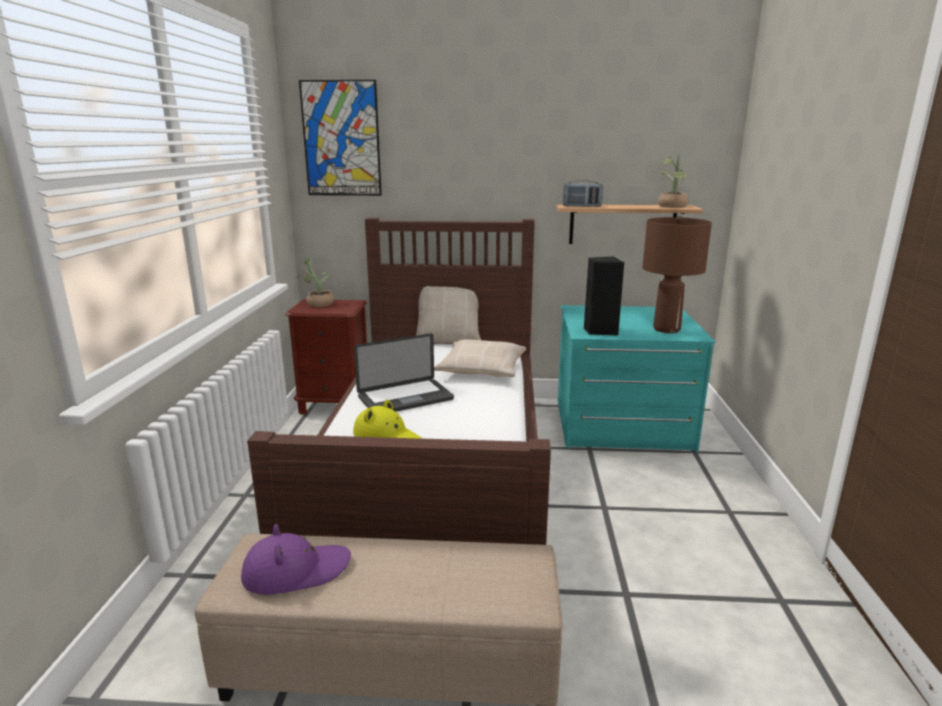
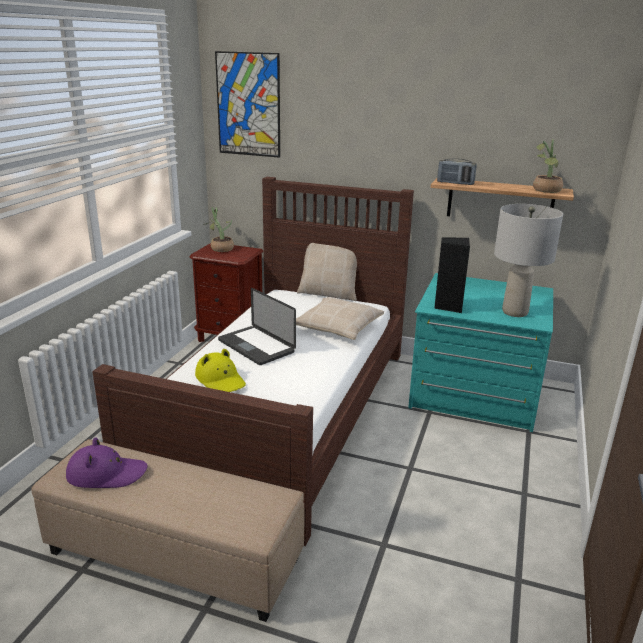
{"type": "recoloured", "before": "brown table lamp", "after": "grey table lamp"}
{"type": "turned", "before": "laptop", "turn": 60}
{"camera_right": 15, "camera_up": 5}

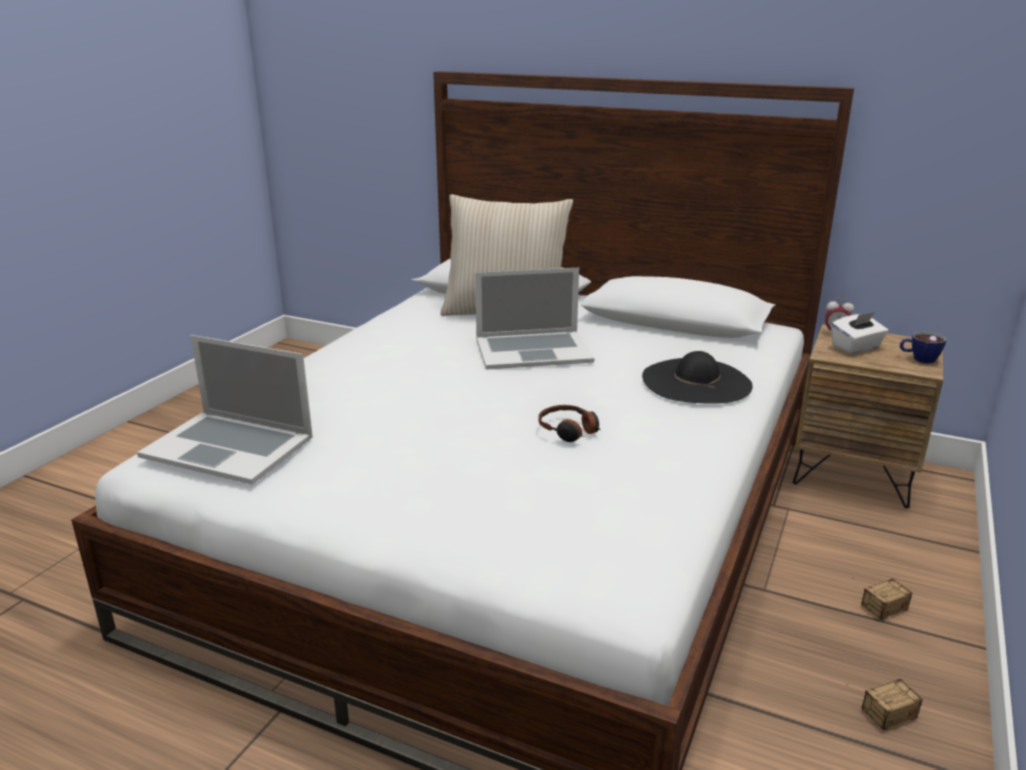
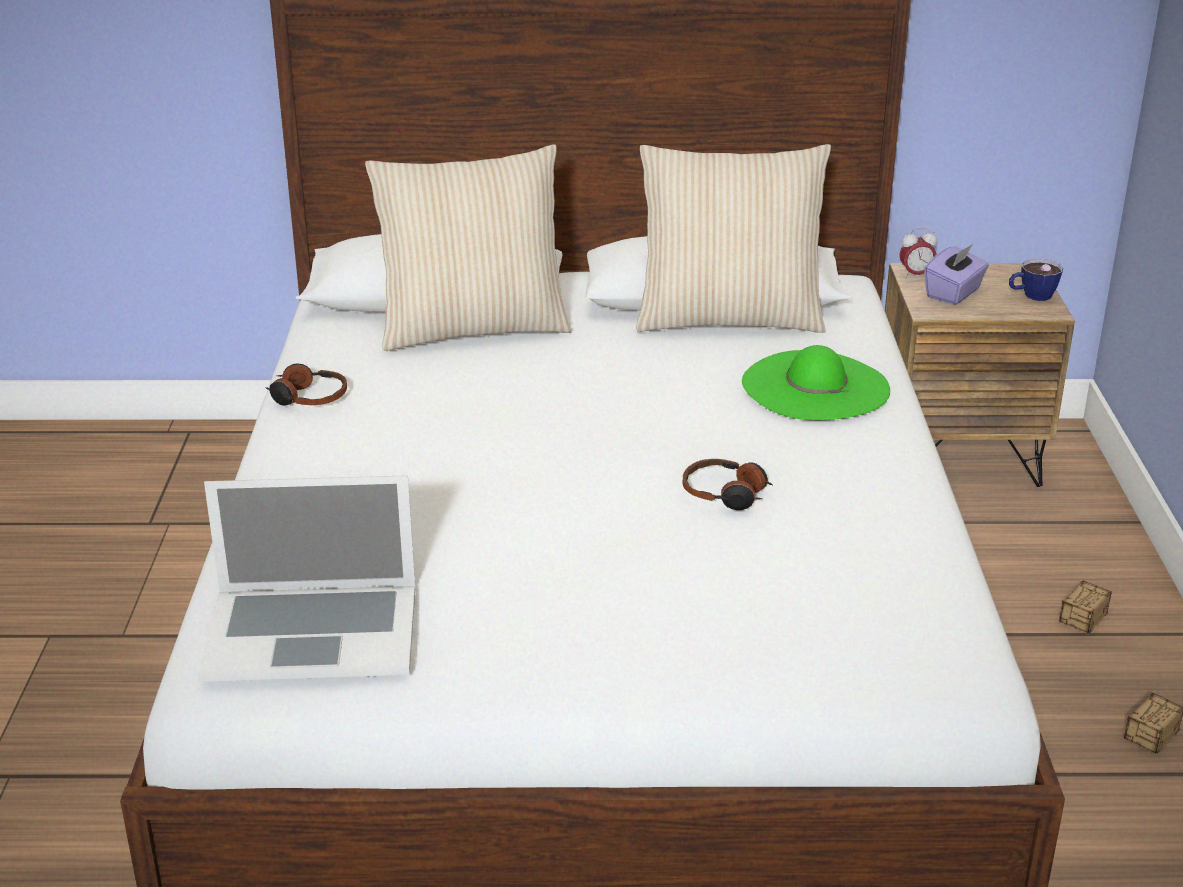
{"type": "removed", "before": "laptop (2nd from left)"}
{"type": "added", "after": "headphones (1st from left)"}
{"type": "added", "after": "beige pillow (2nd from left)"}
{"type": "recoloured", "before": "black hat", "after": "green hat"}
{"type": "recoloured", "before": "white tissue box", "after": "purple tissue box"}
{"camera_right": -25, "camera_up": 5}

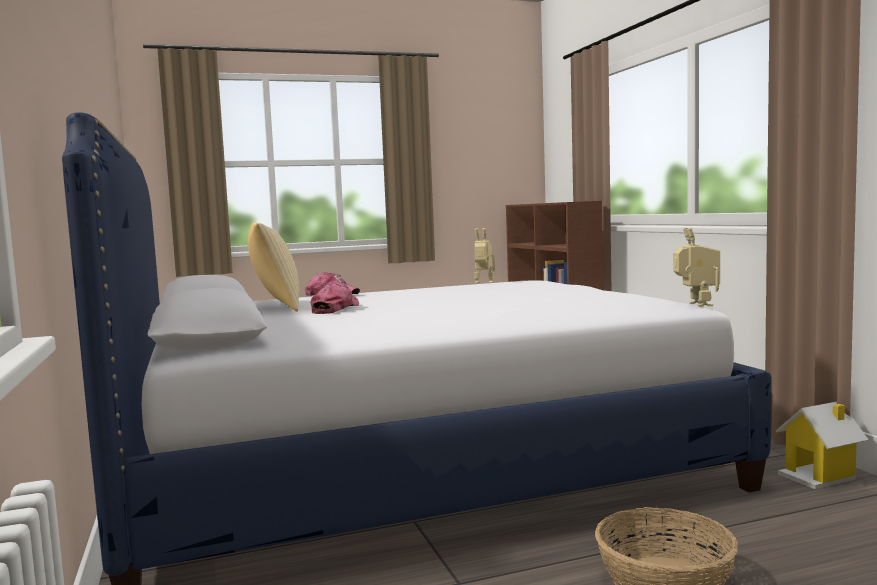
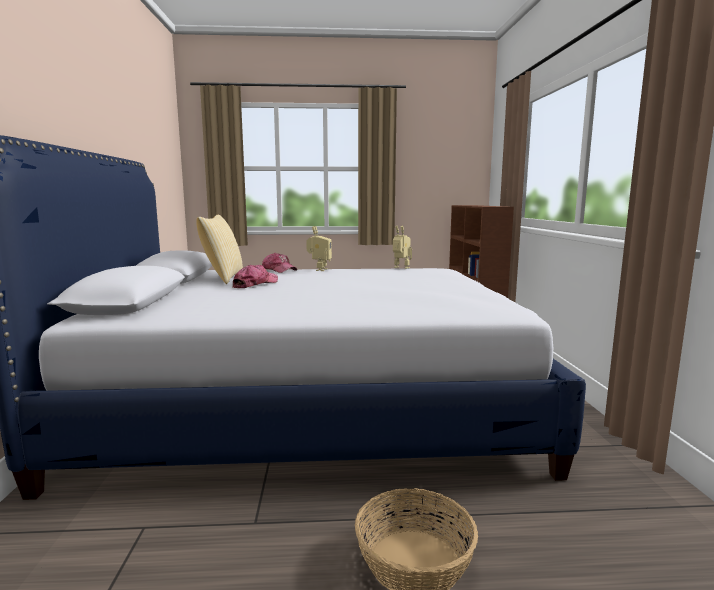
{"type": "removed", "before": "toy house"}
{"type": "moved", "before": "toy robot (2nd from left in the first image)", "after": "toy robot (1st from left)"}
{"camera_right": 15, "camera_up": 5}

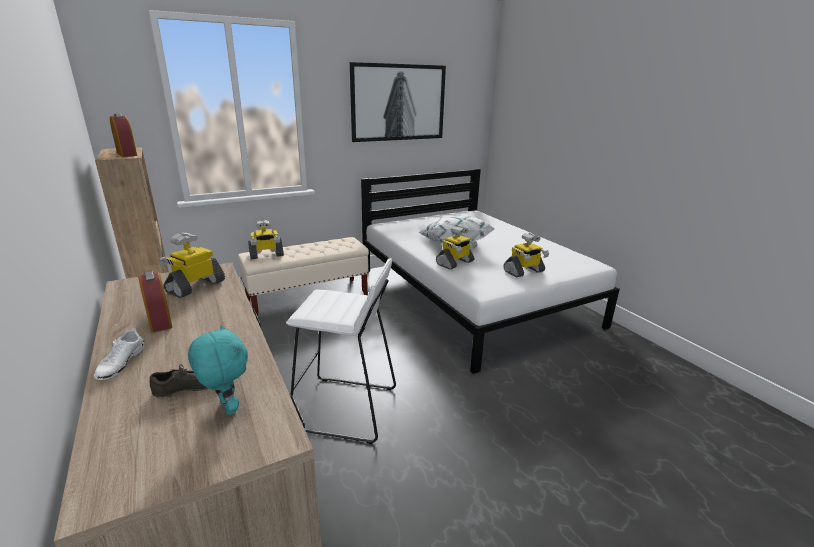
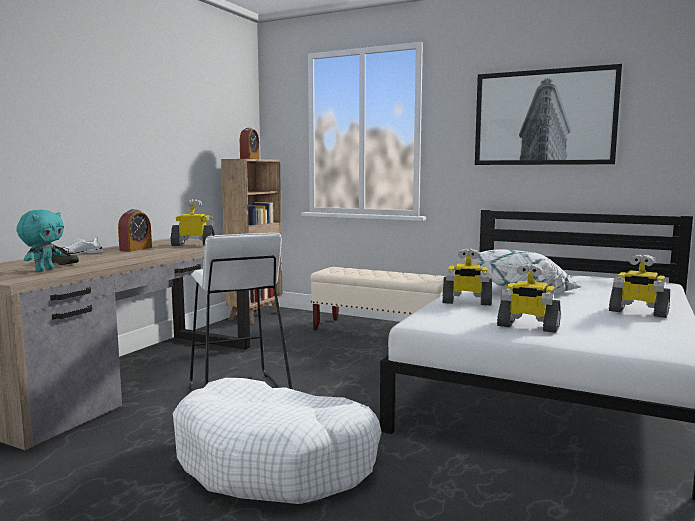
{"type": "added", "after": "white dog bed"}
{"type": "moved", "before": "toy robot (2nd from left in the first image)", "after": "toy robot (4th from left)"}
{"camera_right": 55, "camera_up": -15}

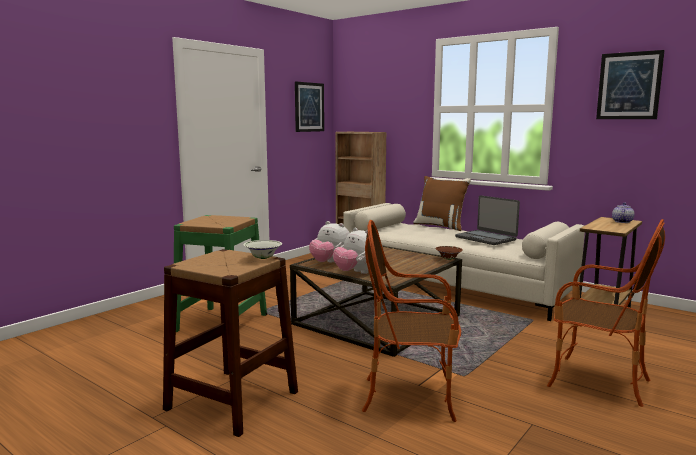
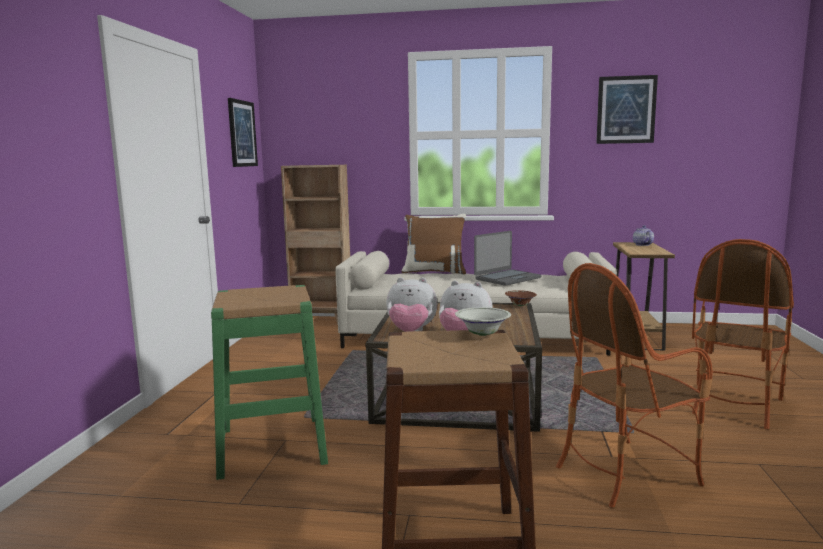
{"type": "turned", "before": "laptop", "turn": -60}
{"type": "turned", "before": "armchair (2nd from left)", "turn": 120}
{"camera_right": -30, "camera_up": 0}

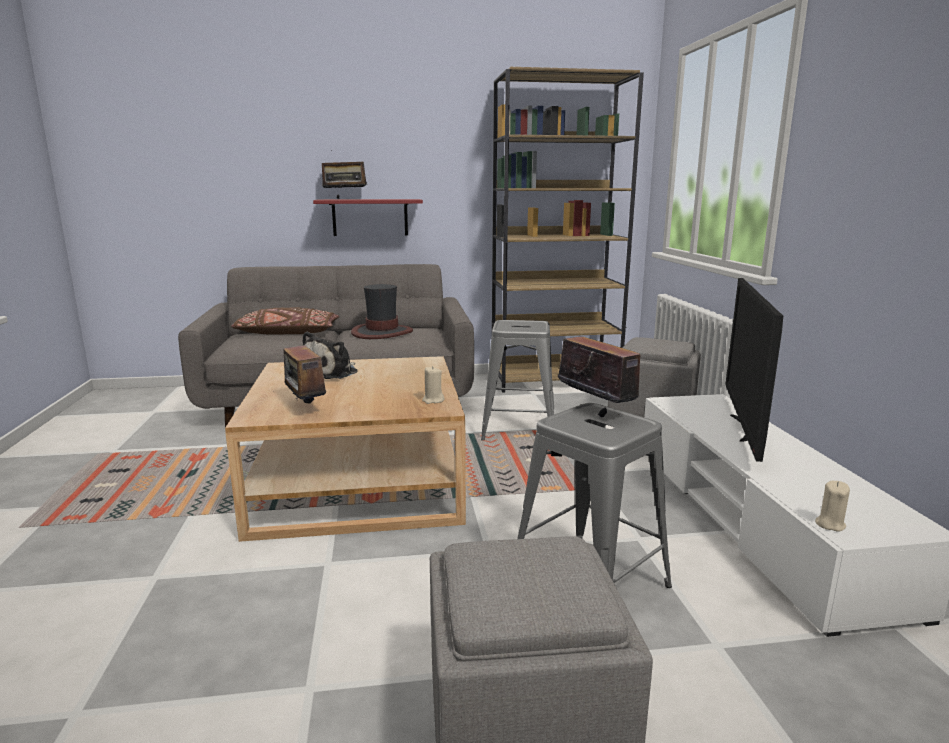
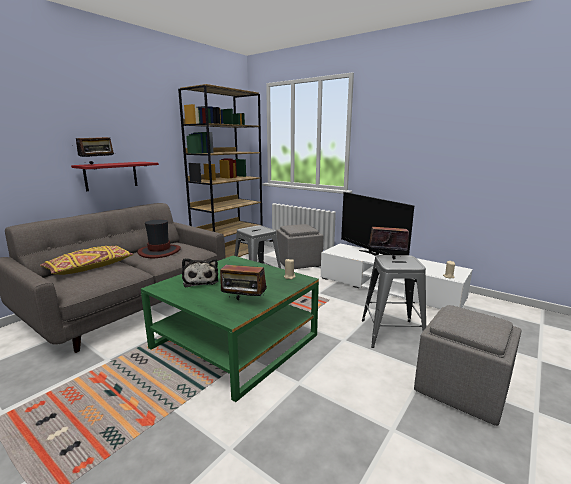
{"type": "recoloured", "before": "beige coffee table", "after": "green coffee table"}
{"type": "recoloured", "before": "brown pillow", "after": "yellow pillow"}
{"camera_right": -45, "camera_up": 0}

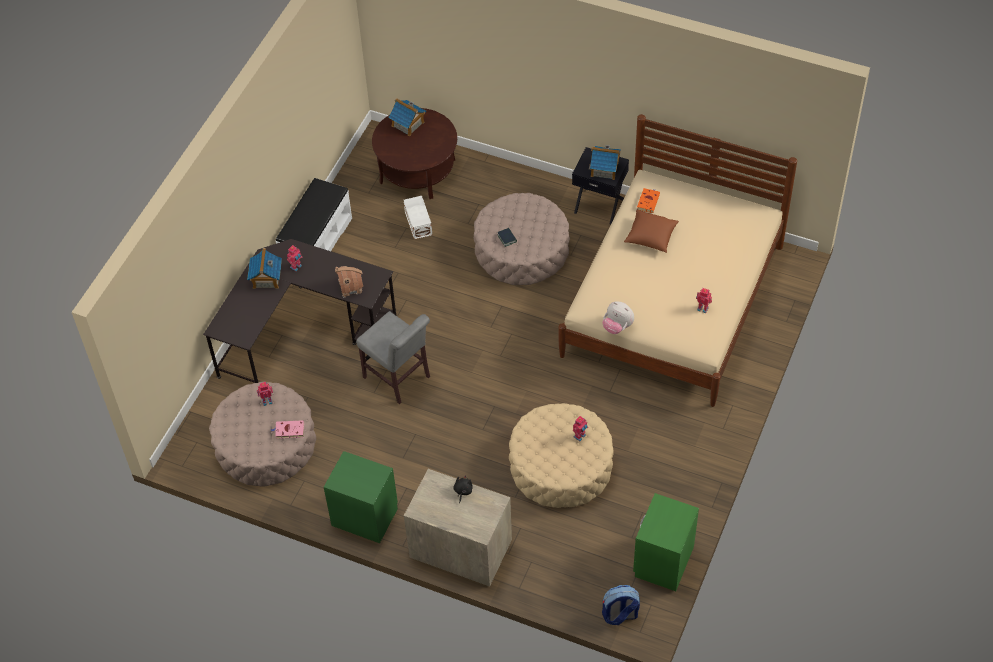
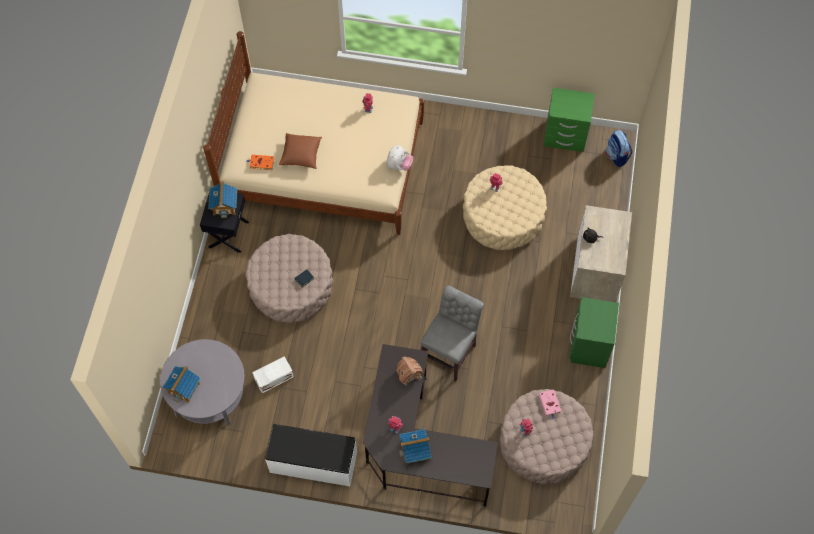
{"type": "recoloured", "before": "brown coffee table", "after": "grey coffee table"}
{"camera_right": -105, "camera_up": 10}

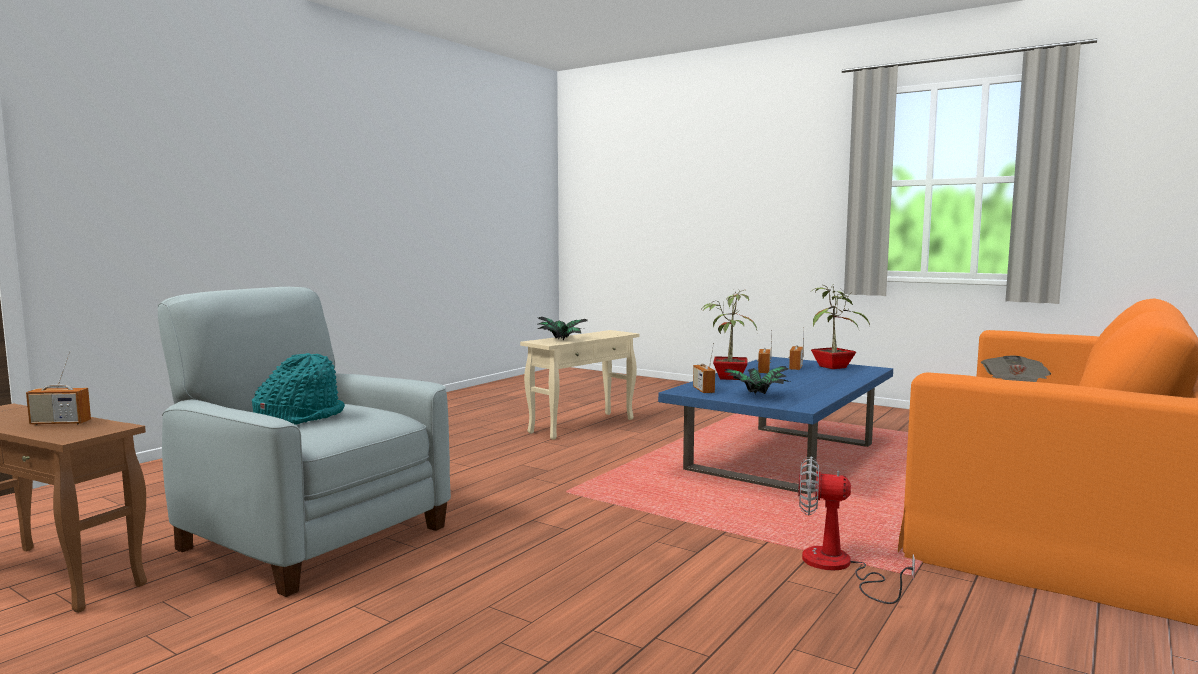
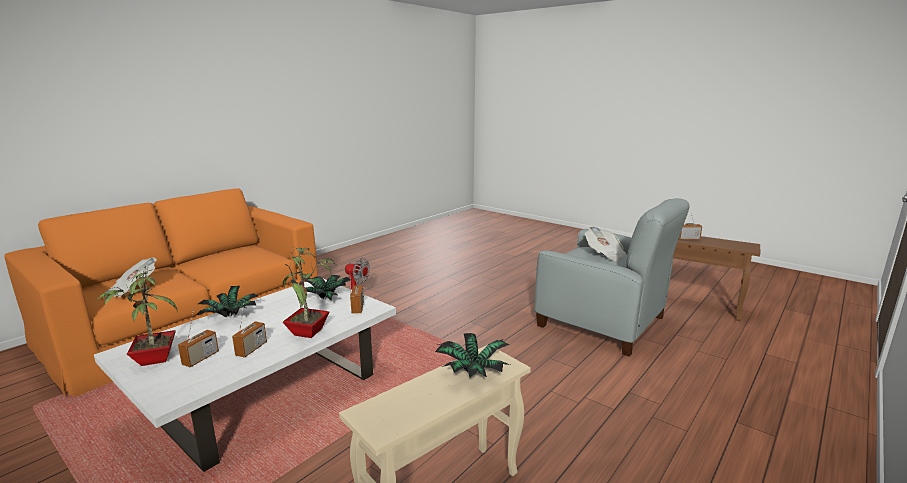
{"type": "added", "after": "potted plant (2nd from left)"}
{"type": "replaced", "before": "turquoise hat", "after": "newspaper (2nd from left)"}
{"type": "recoloured", "before": "blue coffee table", "after": "white coffee table"}
{"camera_right": -175, "camera_up": 10}

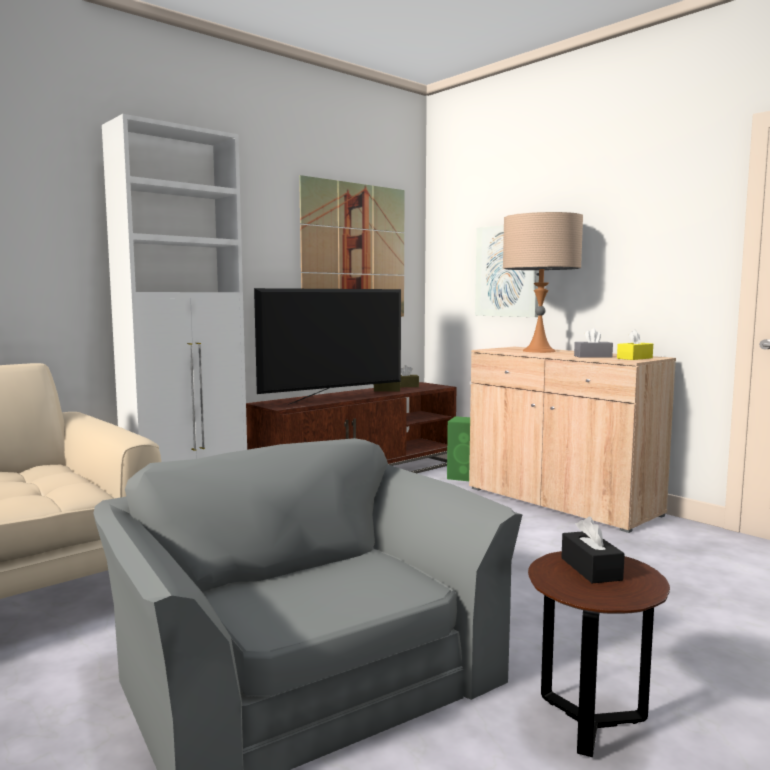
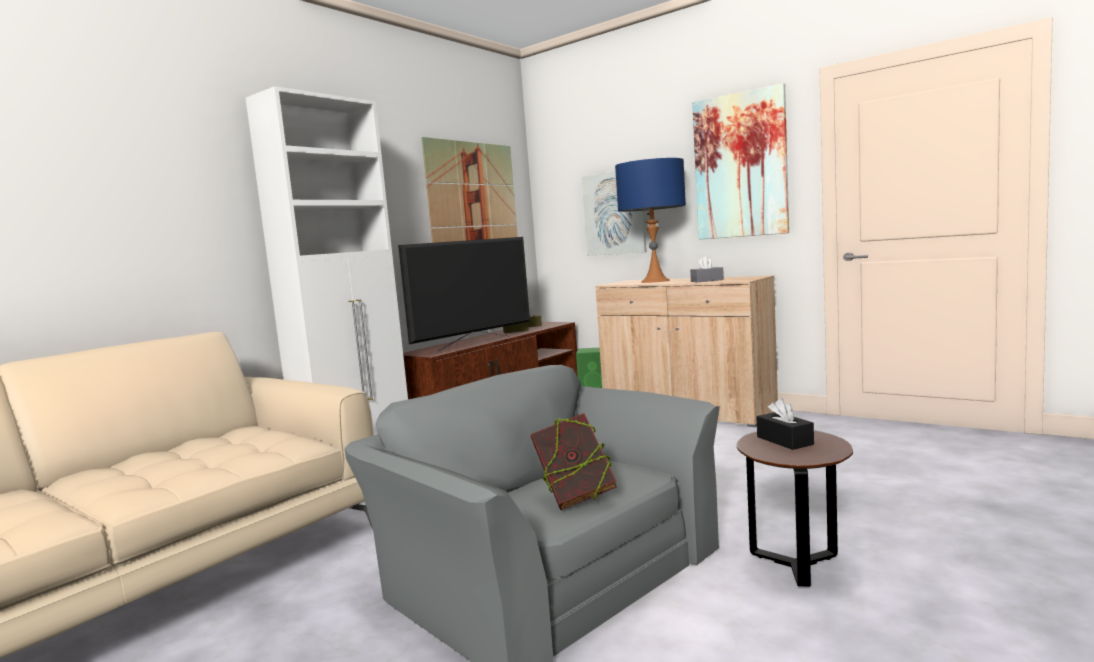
{"type": "removed", "before": "yellow tissue box"}
{"type": "added", "after": "book"}
{"type": "added", "after": "picture (3rd from left)"}
{"type": "recoloured", "before": "beige table lamp", "after": "blue table lamp"}
{"camera_right": -10, "camera_up": 0}

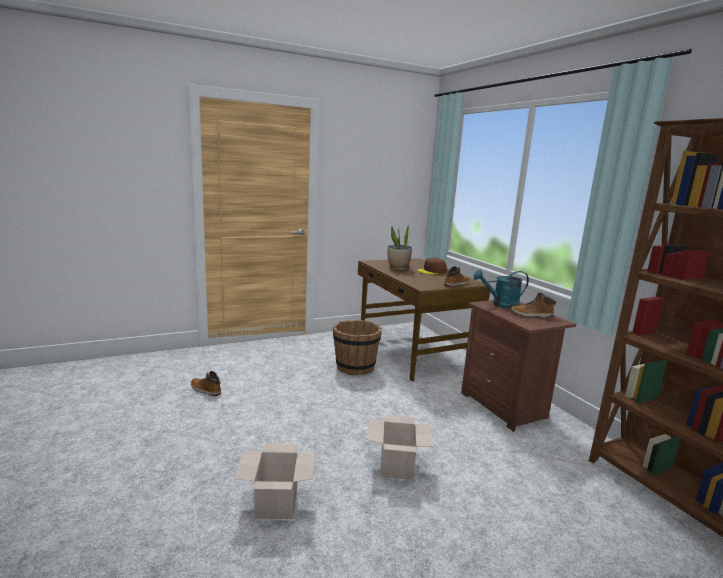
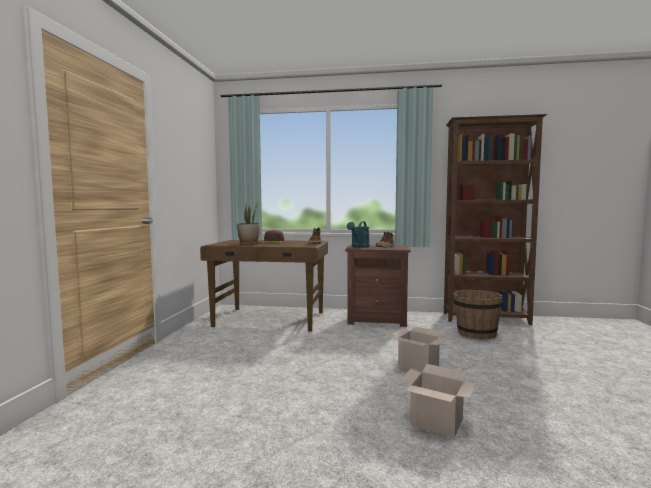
{"type": "removed", "before": "boot (1st from left)"}
{"type": "moved", "before": "brown bucket"}
{"camera_right": -55, "camera_up": -10}

